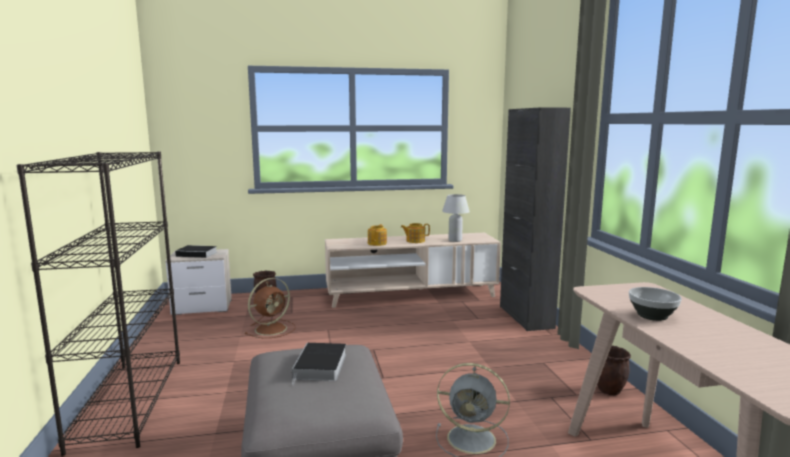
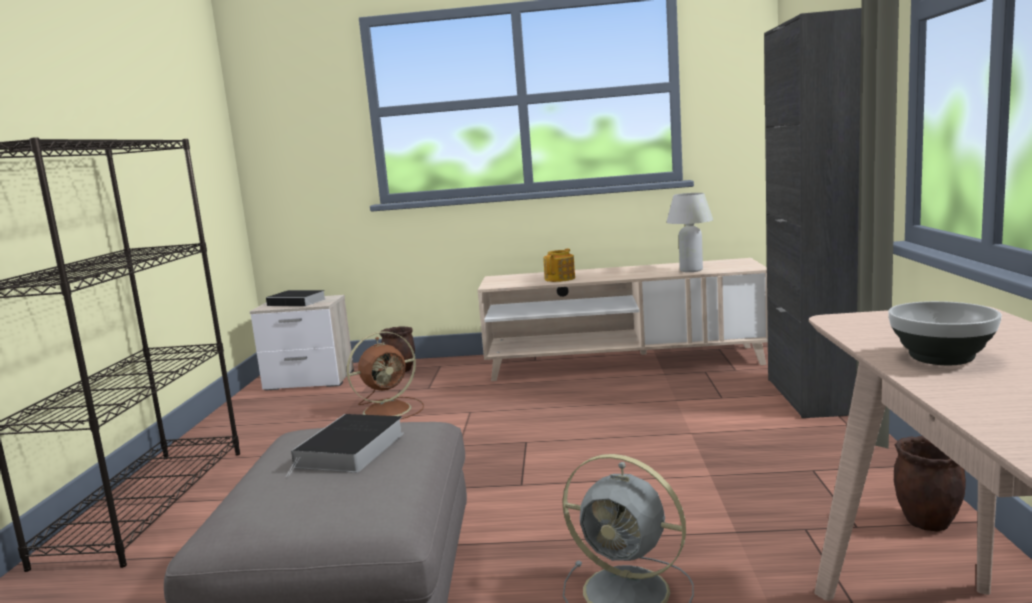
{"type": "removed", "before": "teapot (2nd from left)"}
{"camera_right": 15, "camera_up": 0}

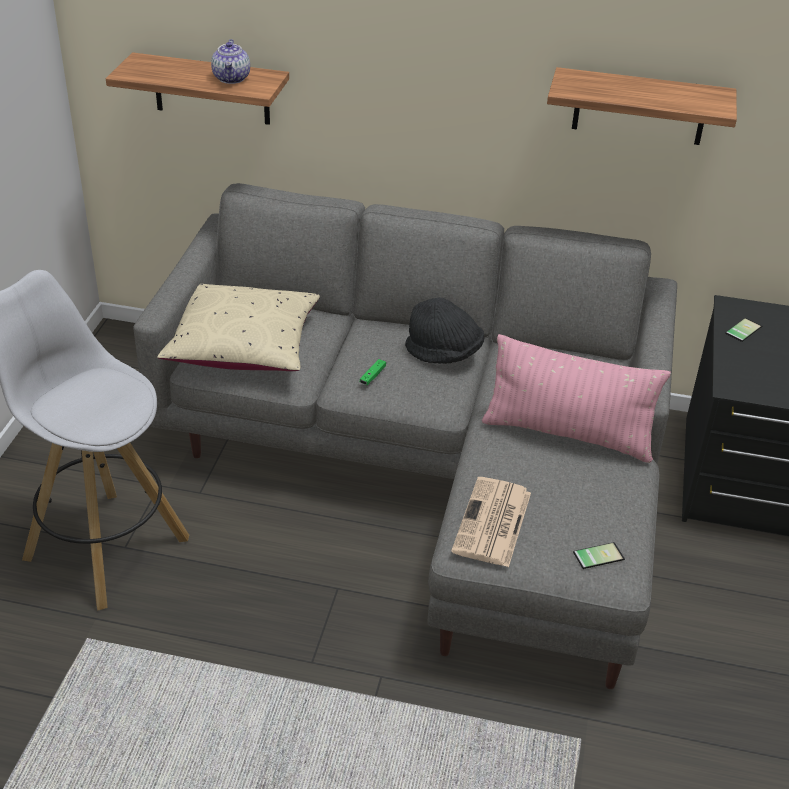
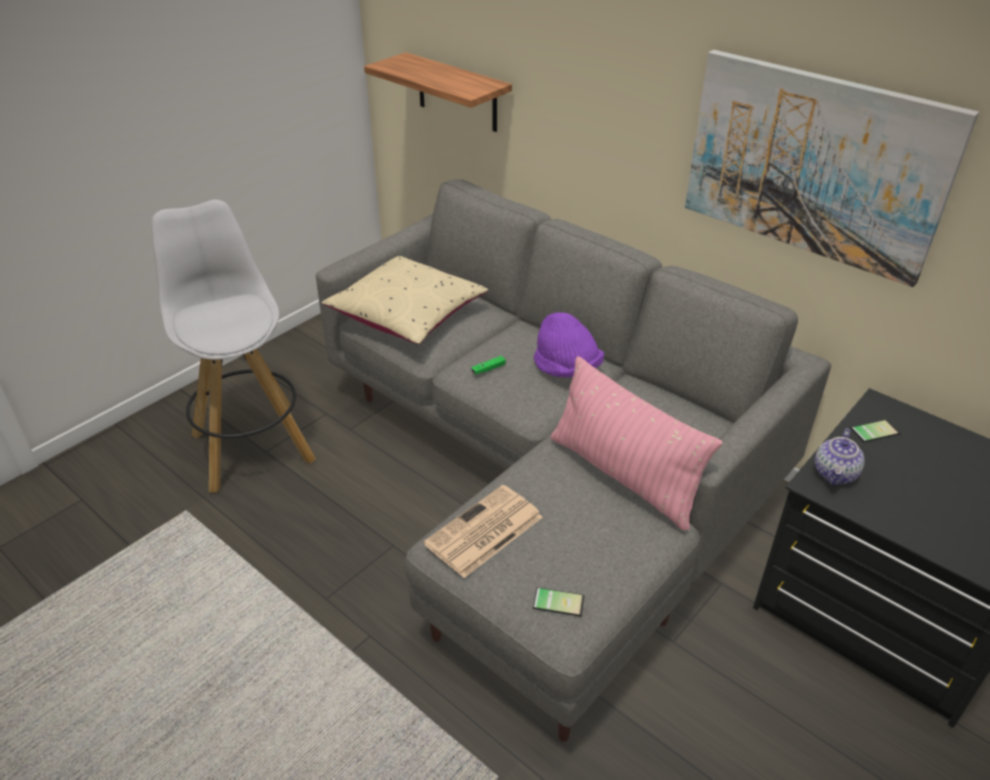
{"type": "moved", "before": "teapot"}
{"type": "replaced", "before": "shelf (2nd from left)", "after": "picture"}
{"type": "recoloured", "before": "black hat", "after": "purple hat"}
{"camera_right": 30, "camera_up": 0}

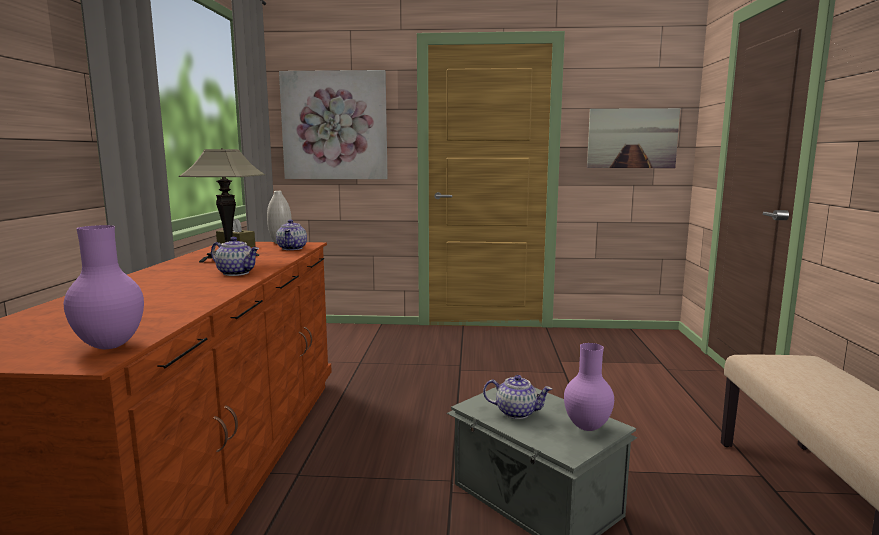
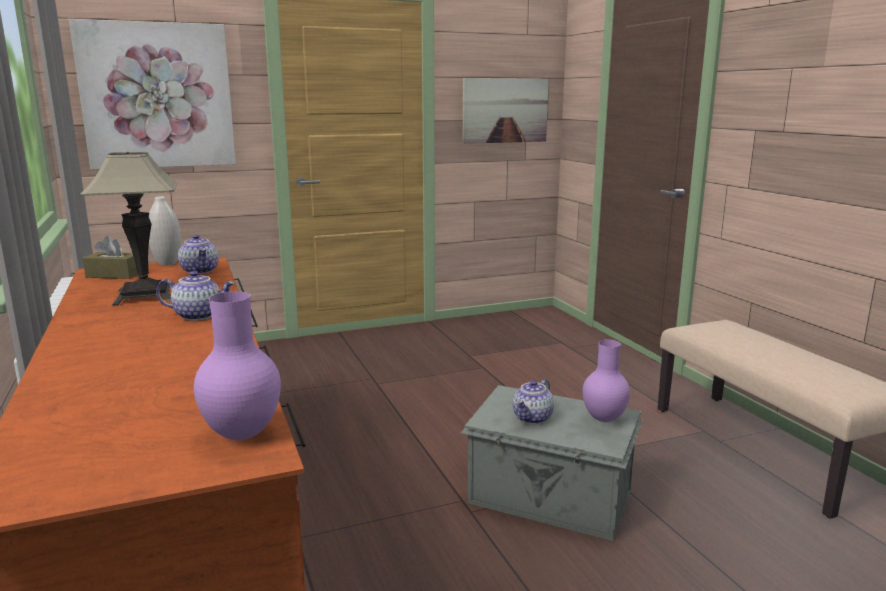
{"type": "turned", "before": "teapot (3rd from left)", "turn": 135}
{"camera_right": -25, "camera_up": 5}

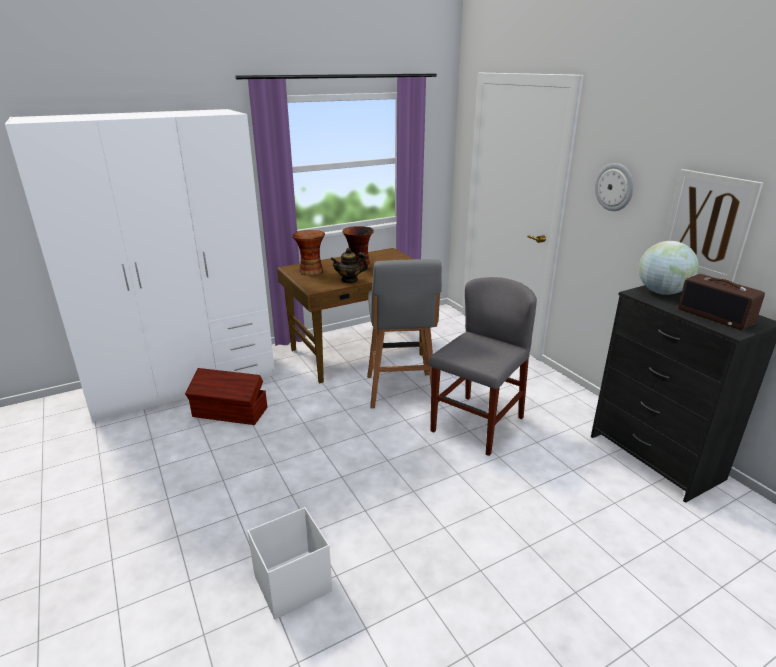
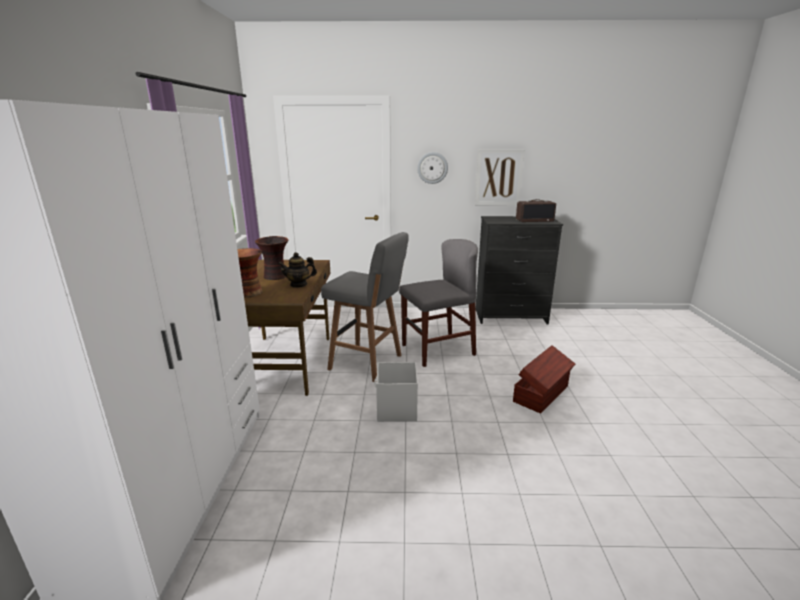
{"type": "removed", "before": "globe"}
{"type": "moved", "before": "brown storage box"}
{"type": "moved", "before": "white storage box"}
{"type": "turned", "before": "teapot", "turn": 60}
{"type": "turned", "before": "grey chair", "turn": 90}
{"camera_right": -60, "camera_up": -5}

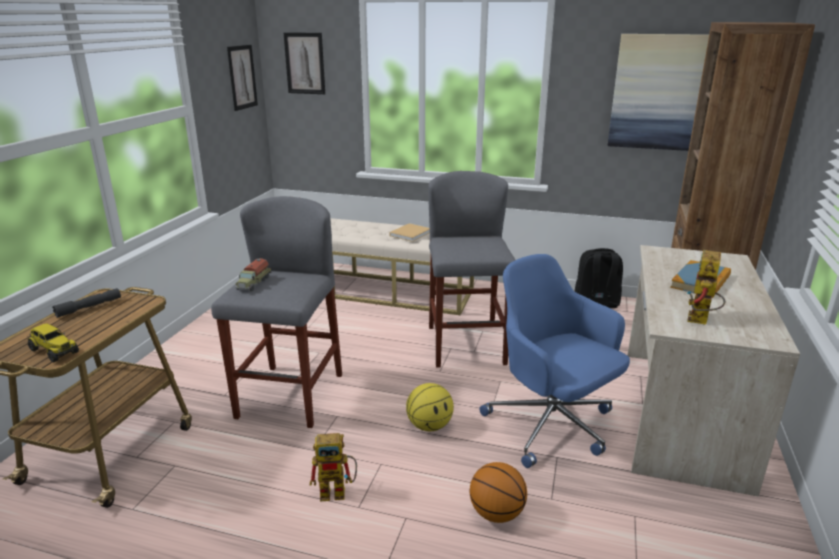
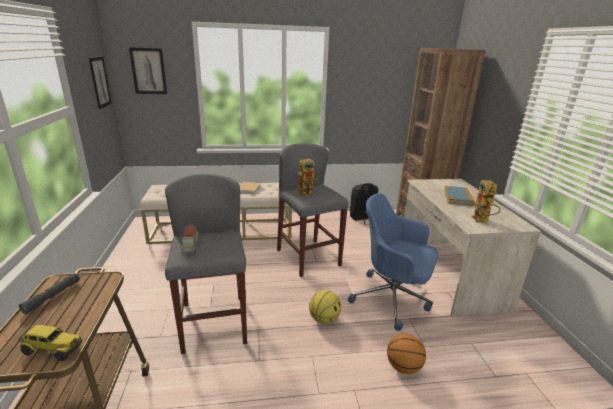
{"type": "removed", "before": "picture (3rd from left)"}
{"type": "moved", "before": "toy robot (1st from left)"}
{"camera_right": -25, "camera_up": 0}

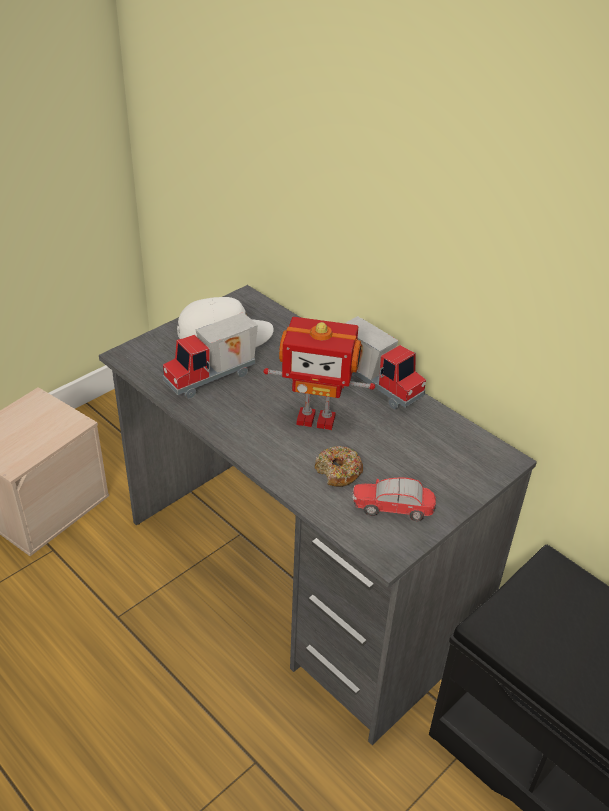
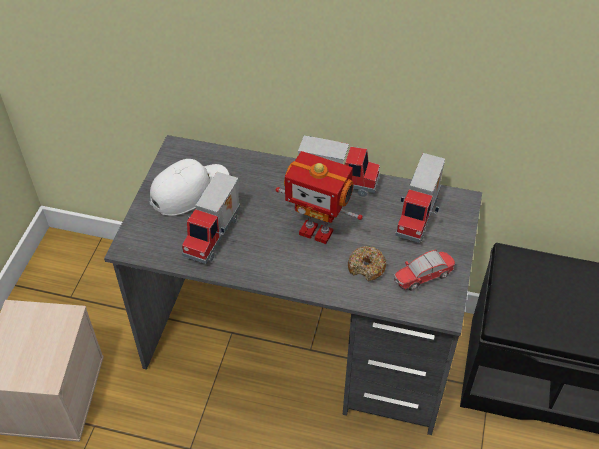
{"type": "added", "after": "toy truck (3rd from left)"}
{"type": "turned", "before": "toy robot", "turn": 45}
{"camera_right": -30, "camera_up": 10}

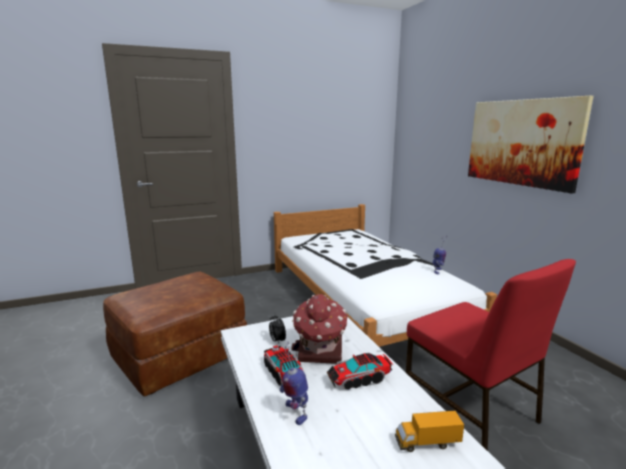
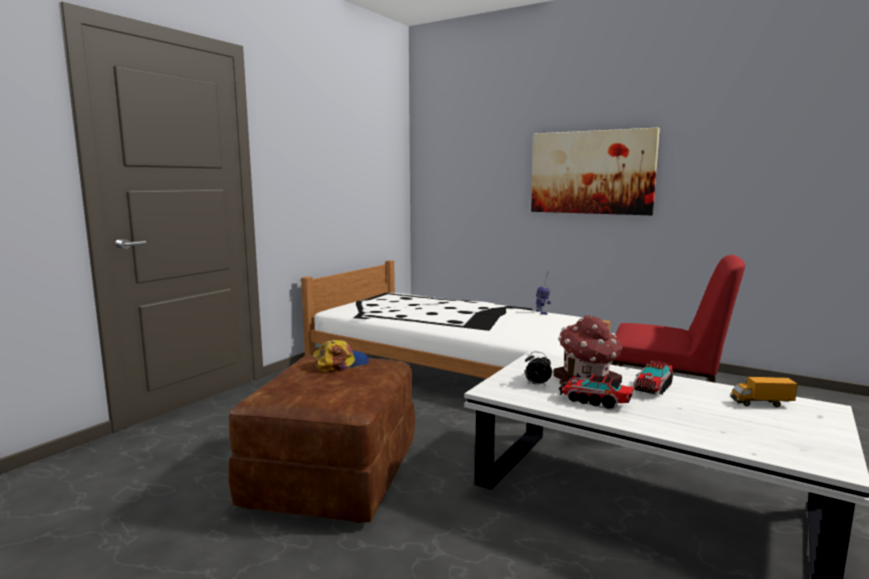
{"type": "removed", "before": "toy robot (1st from left)"}
{"type": "added", "after": "cap"}
{"type": "turned", "before": "toy truck (3rd from left)", "turn": 45}
{"camera_right": -35, "camera_up": -5}

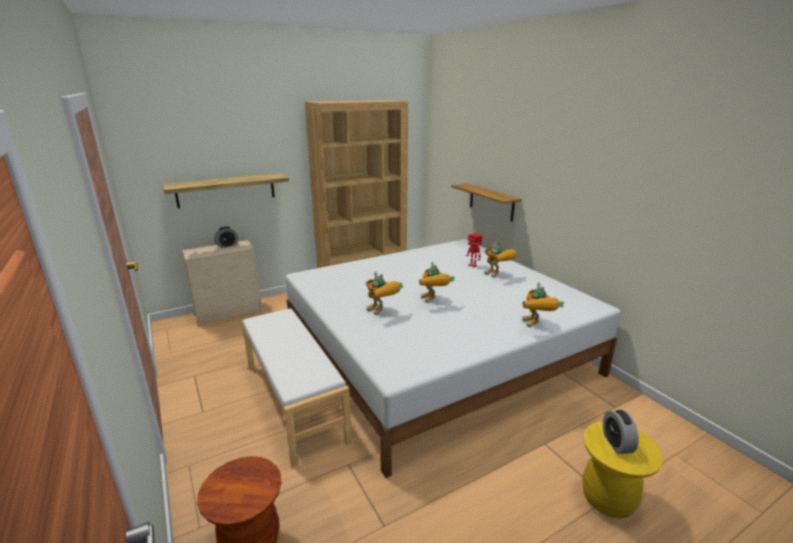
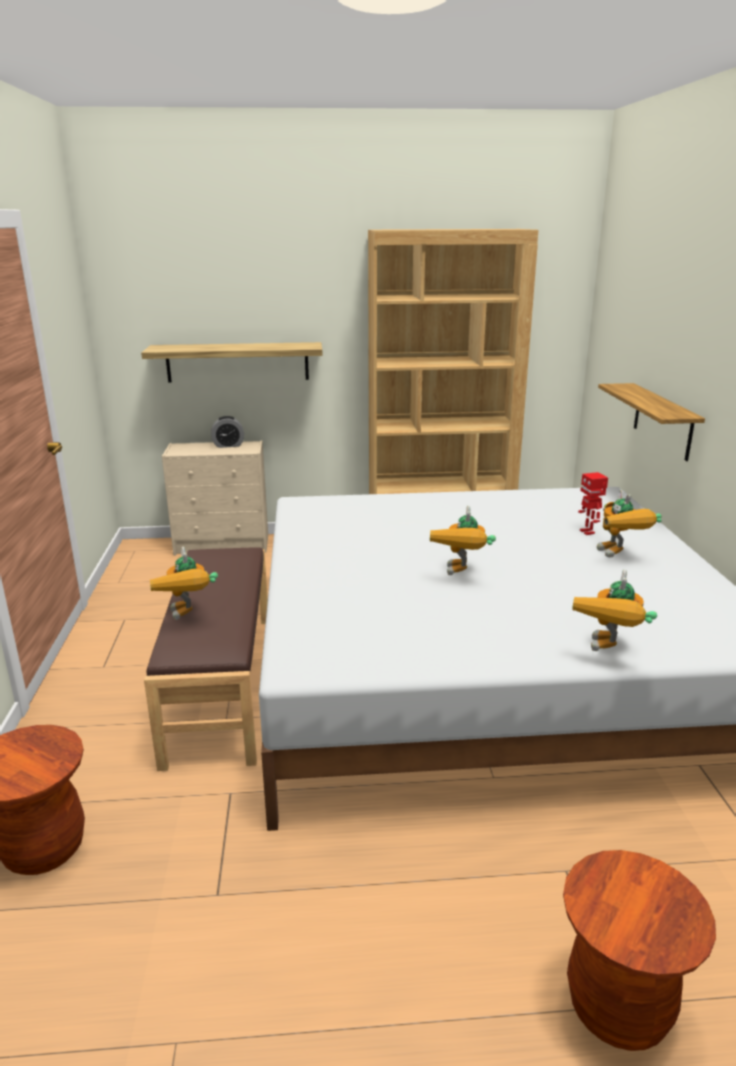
{"type": "removed", "before": "alarm clock (2nd from left)"}
{"type": "moved", "before": "toy robot (1st from left)"}
{"type": "recoloured", "before": "white bench", "after": "brown bench"}
{"type": "recoloured", "before": "yellow stool", "after": "brown stool (2nd from left)"}
{"camera_right": 25, "camera_up": 0}

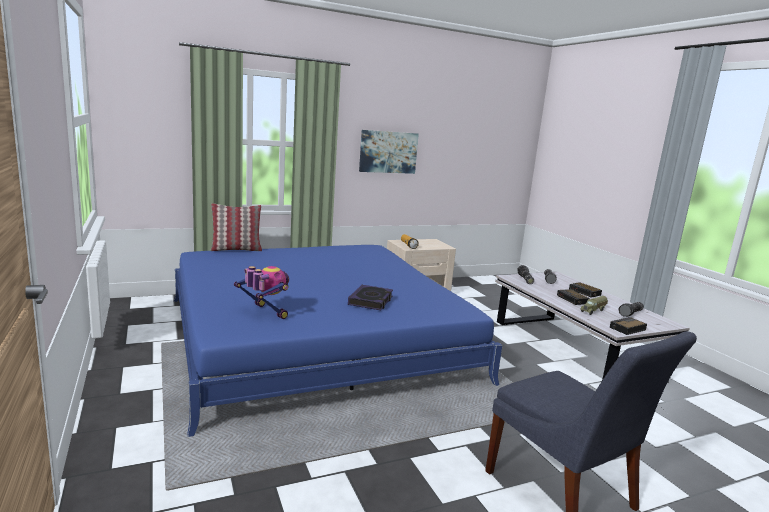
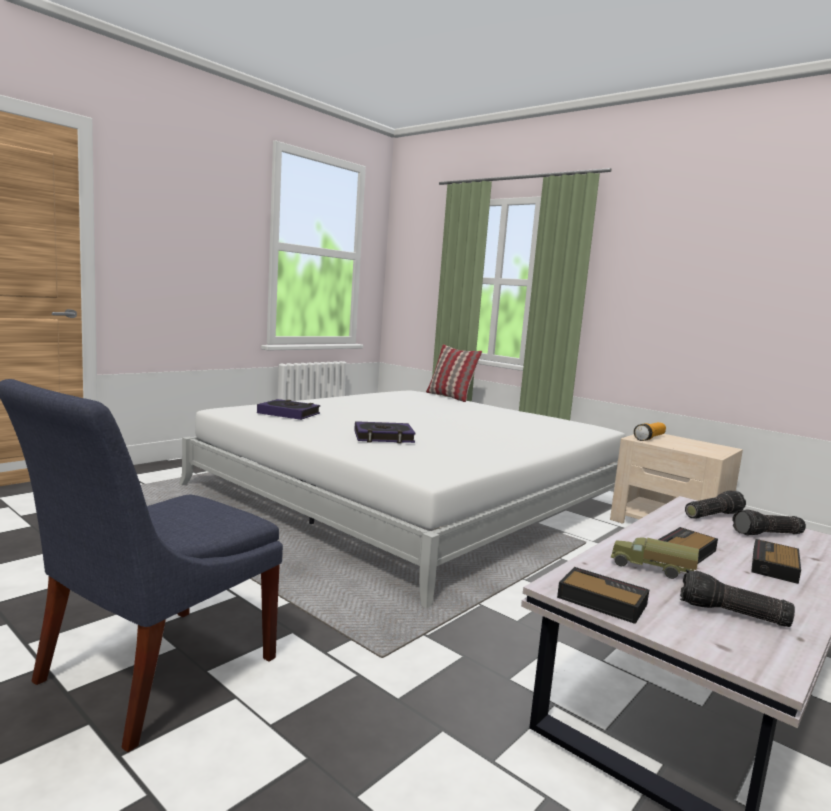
{"type": "removed", "before": "picture"}
{"type": "replaced", "before": "toy robot", "after": "book (1st from left)"}
{"type": "recoloured", "before": "blue bed", "after": "white bed"}
{"camera_right": 65, "camera_up": -5}

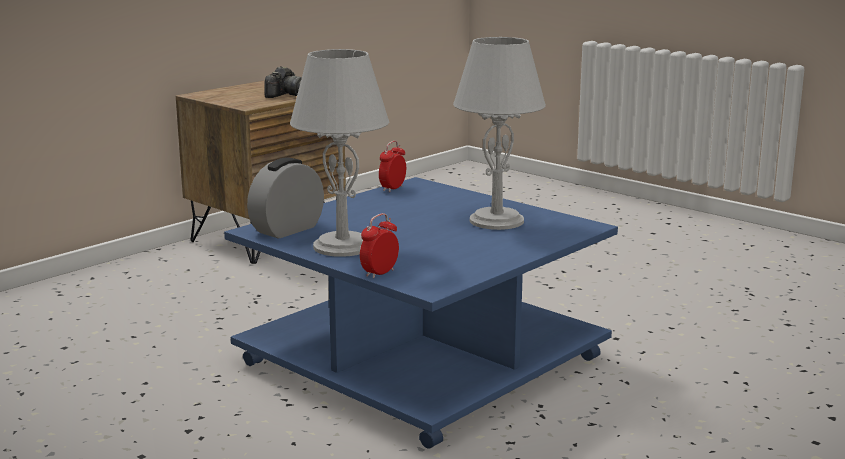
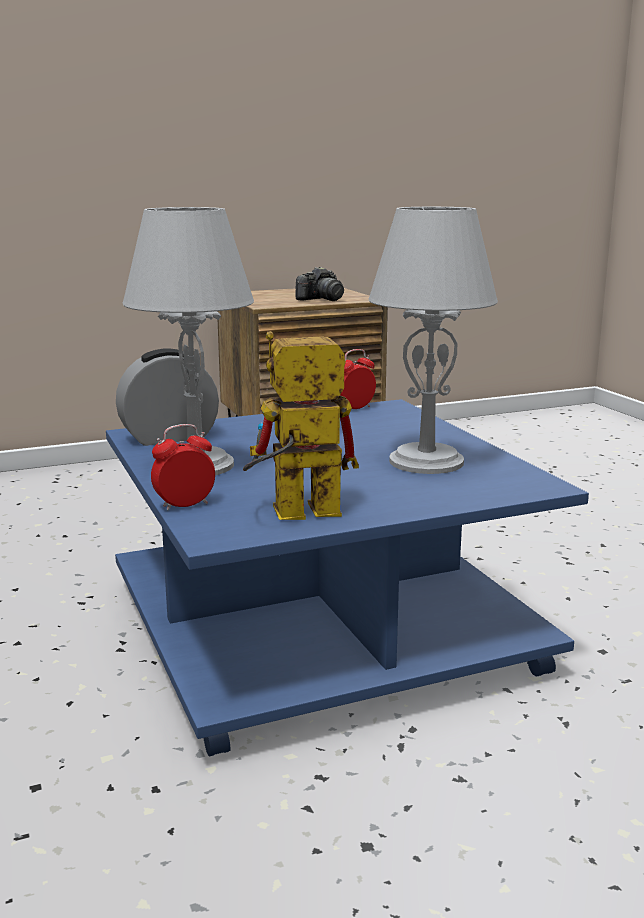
{"type": "added", "after": "toy robot"}
{"camera_right": 25, "camera_up": 0}

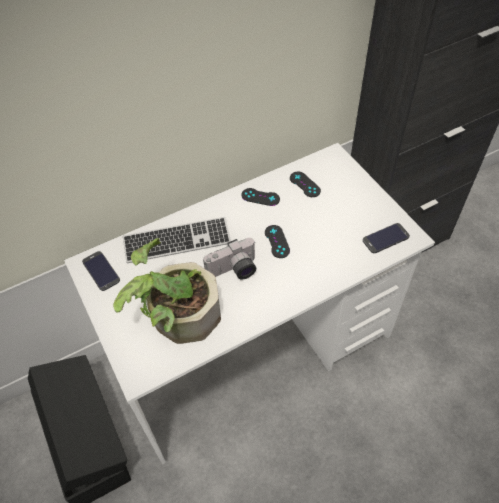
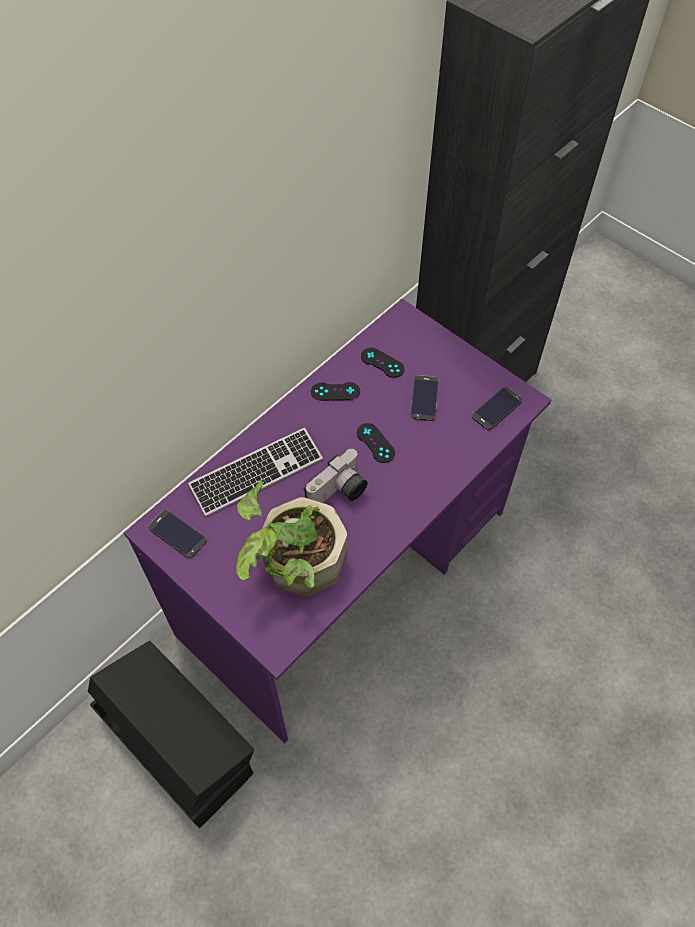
{"type": "added", "after": "phone (2nd from left)"}
{"type": "recoloured", "before": "white desk", "after": "purple desk"}
{"camera_right": -20, "camera_up": 5}

